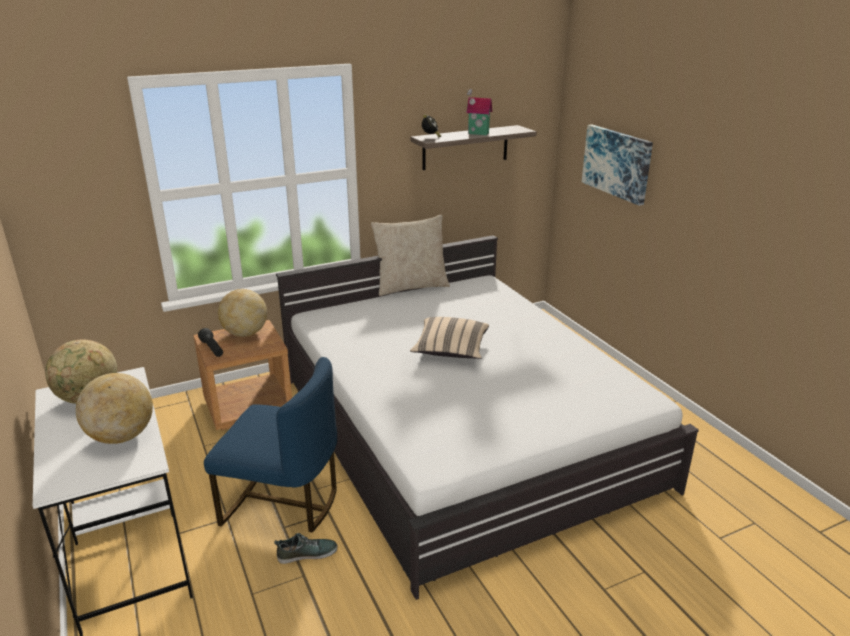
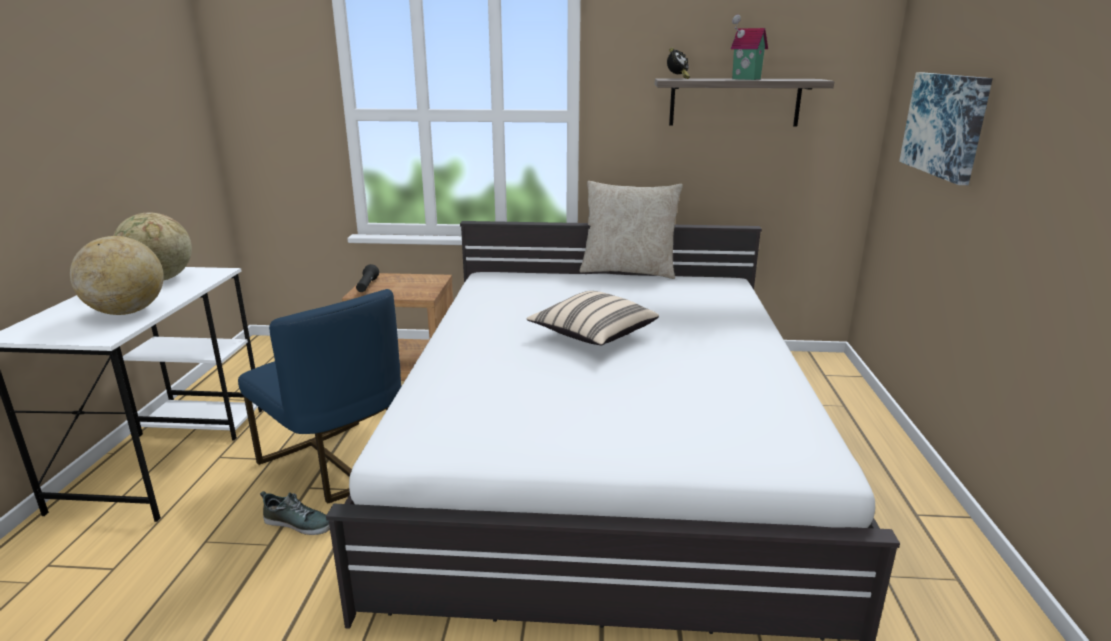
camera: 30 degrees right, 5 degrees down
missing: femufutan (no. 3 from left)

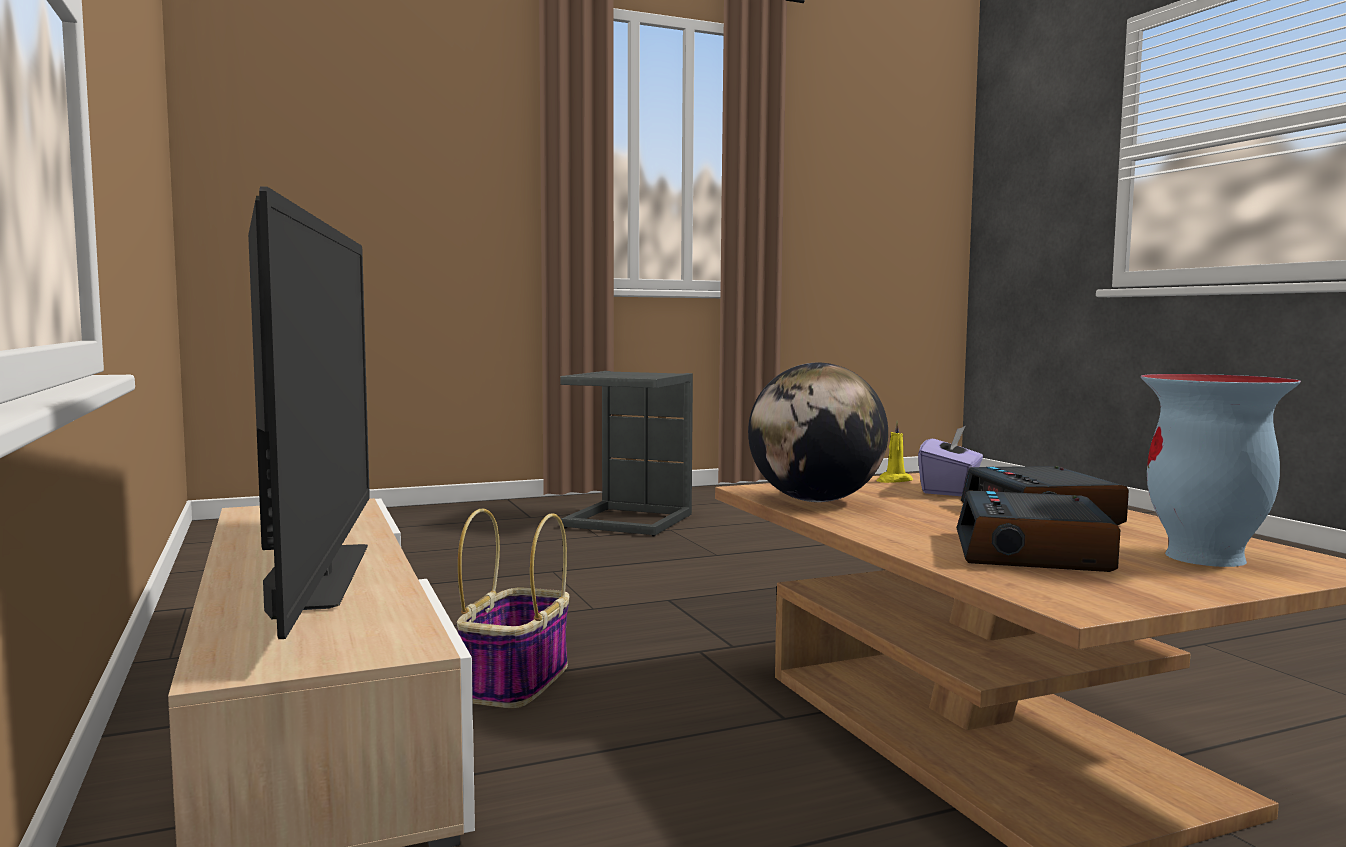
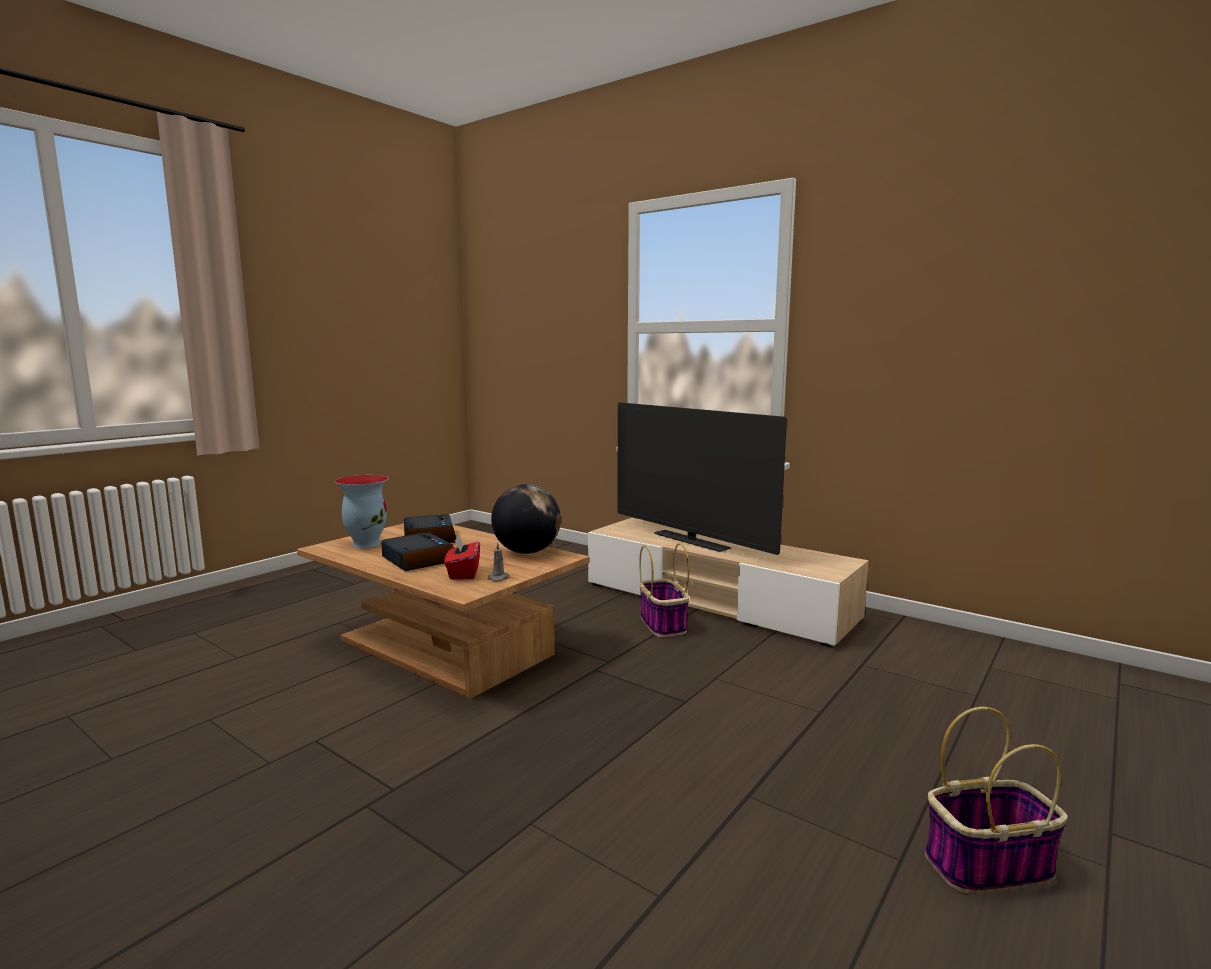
camera: 150 degrees right, 5 degrees up
exchanged: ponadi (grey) to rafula (no. 2 from left)
colour: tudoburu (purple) to tudoburu (red); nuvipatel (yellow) to nuvipatel (grey)

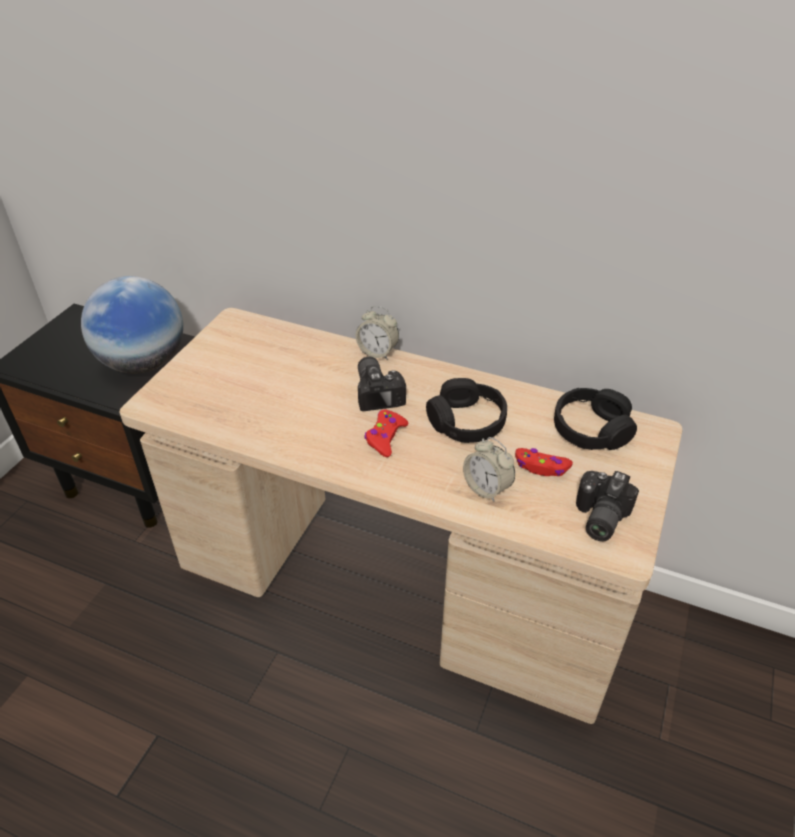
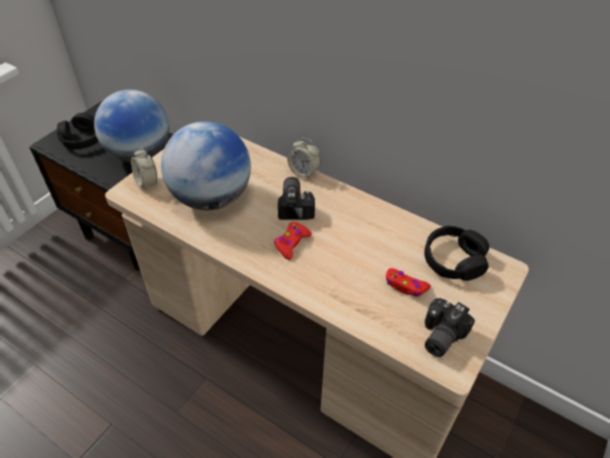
camera: 10 degrees right, 5 degrees up
appeared: femufutan (no. 2 from left)
relocated: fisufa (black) (no. 1 from left); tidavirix (no. 2 from left in the first image) to tidavirix (no. 1 from left)

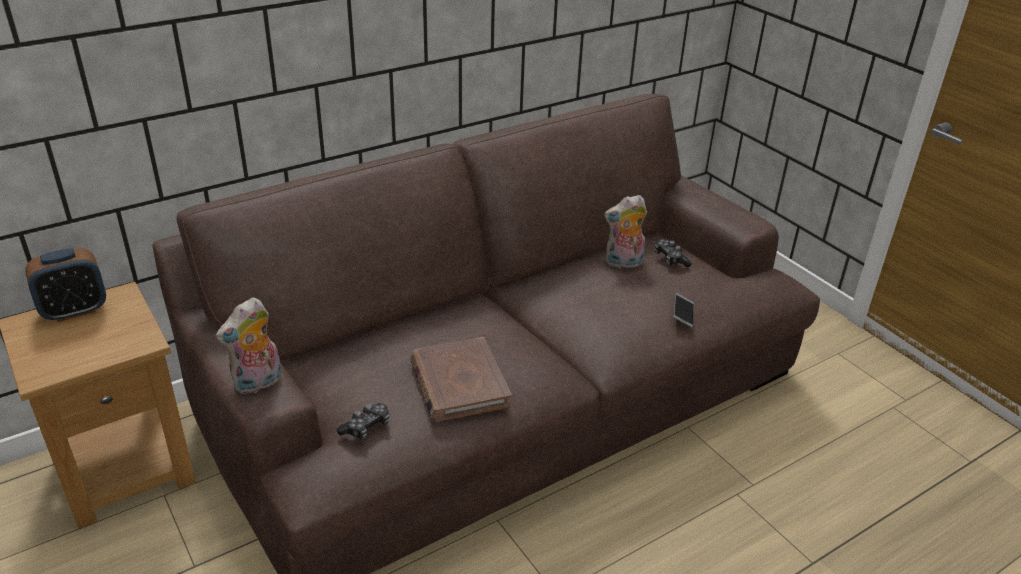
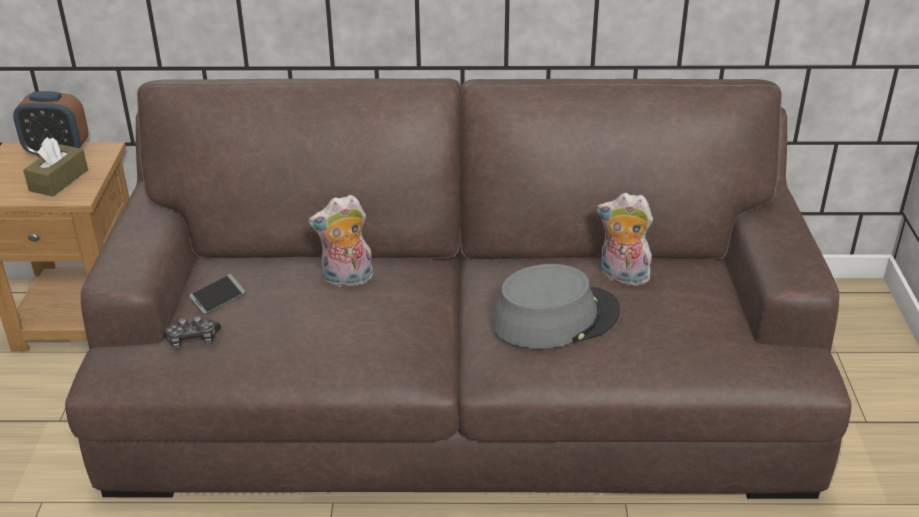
camera: 35 degrees right, 0 degrees up
missing: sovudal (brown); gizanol (no. 2 from left)
appeared: tudoburu (brown); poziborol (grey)
relocated: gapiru; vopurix (no. 1 from left)

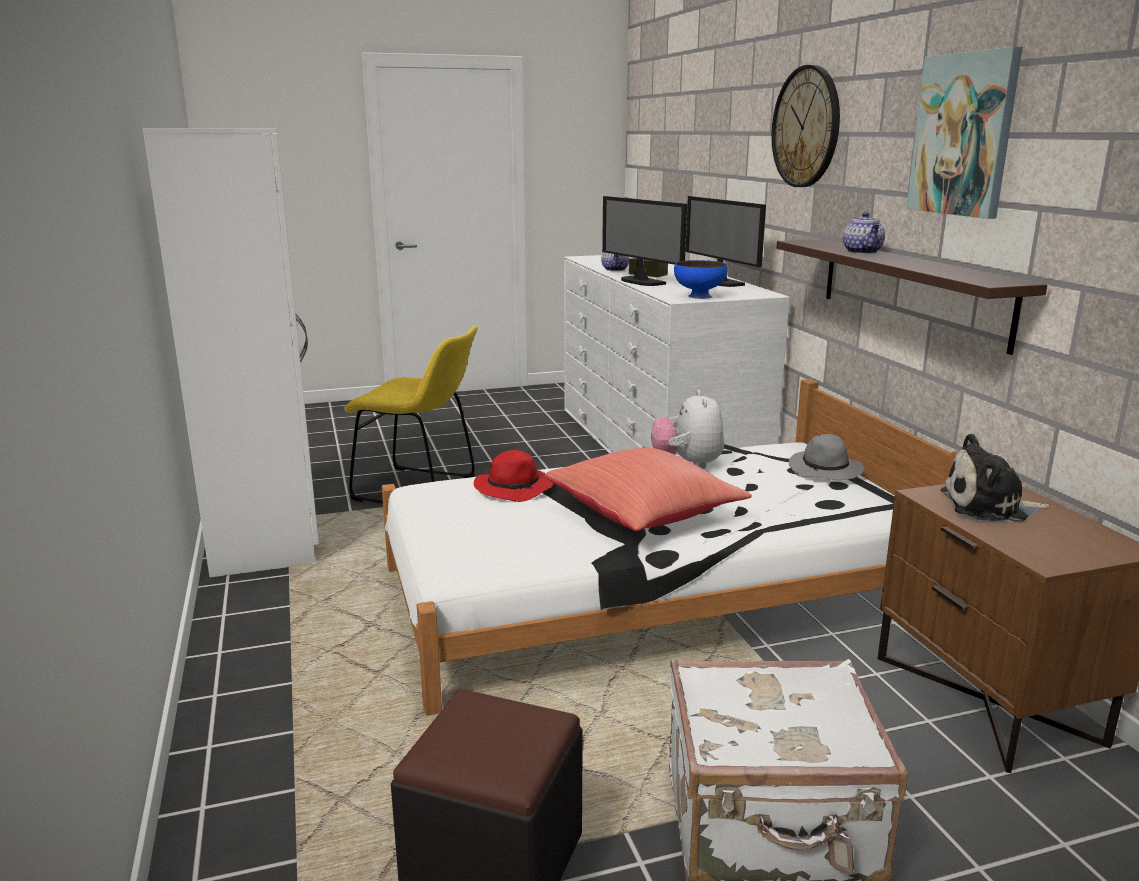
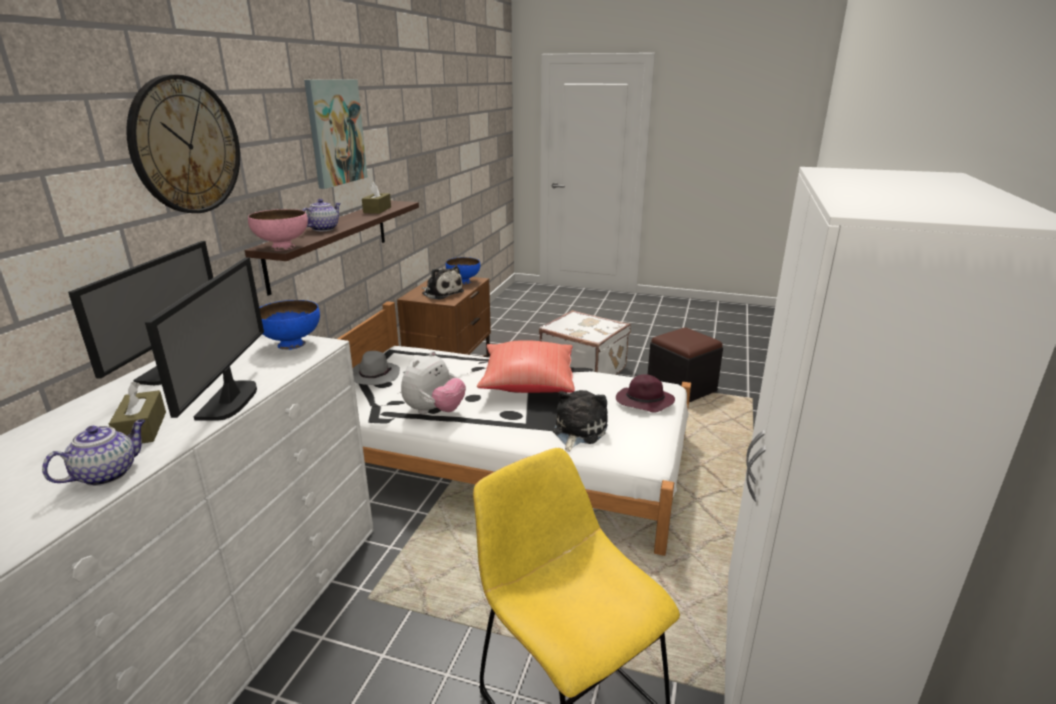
camera: 145 degrees left, 5 degrees up
appeared: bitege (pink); tudoburu (brown) (no. 2 from left); bitege (blue) (no. 2 from left); poziborol (purple)
exchanged: poziborol (red) to vopurix (no. 3 from left)

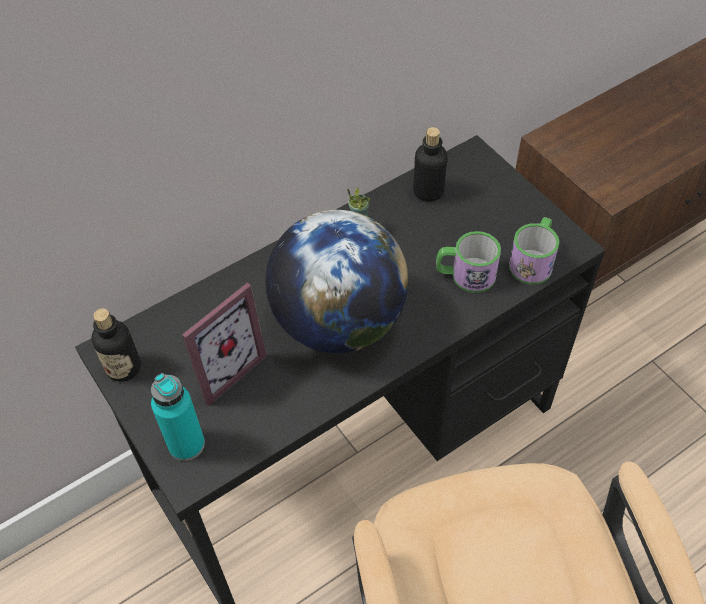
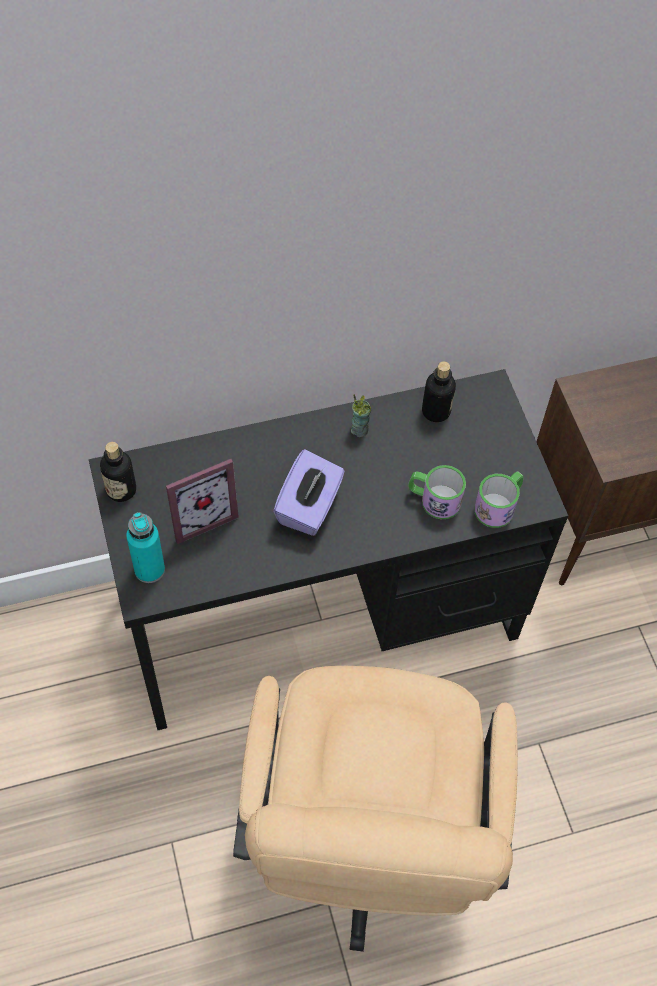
camera: 15 degrees right, 5 degrees up
exchanged: femufutan to tudoburu (purple)

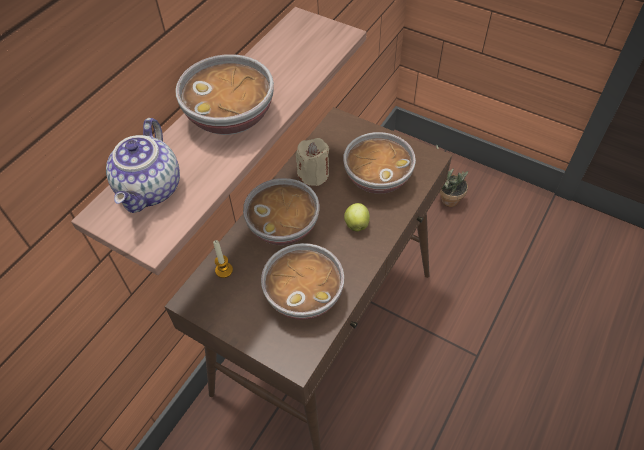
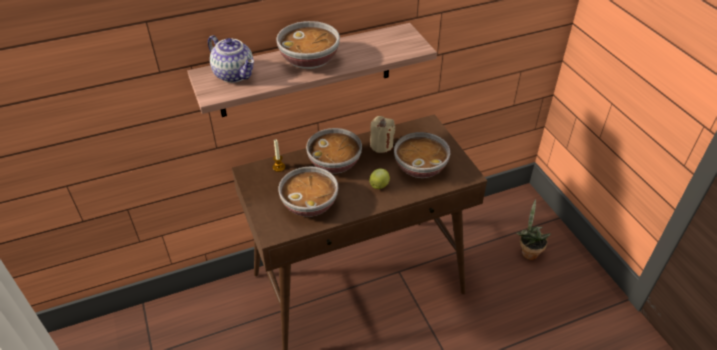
camera: 35 degrees right, 10 degrees down
spun: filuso 90 degrees counterclockwise

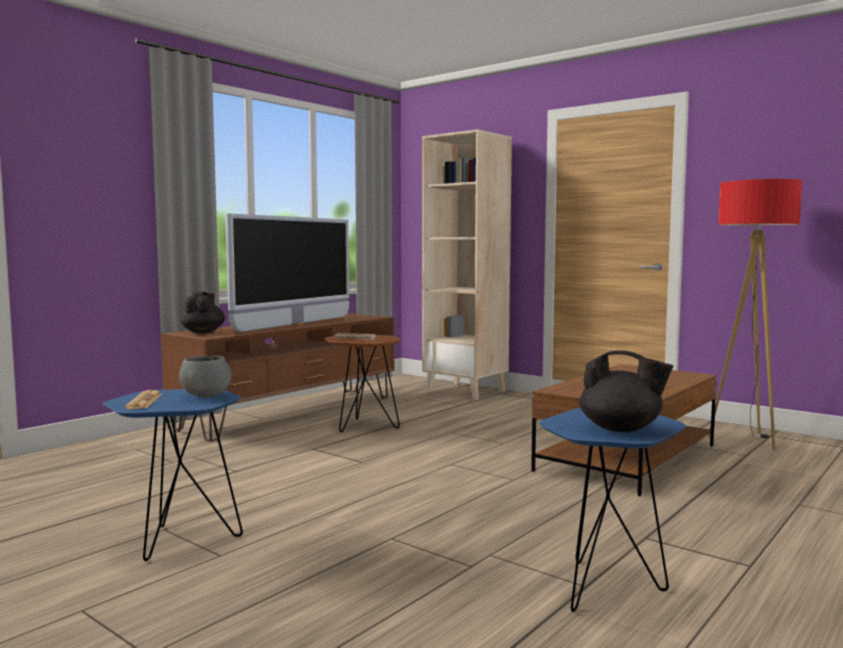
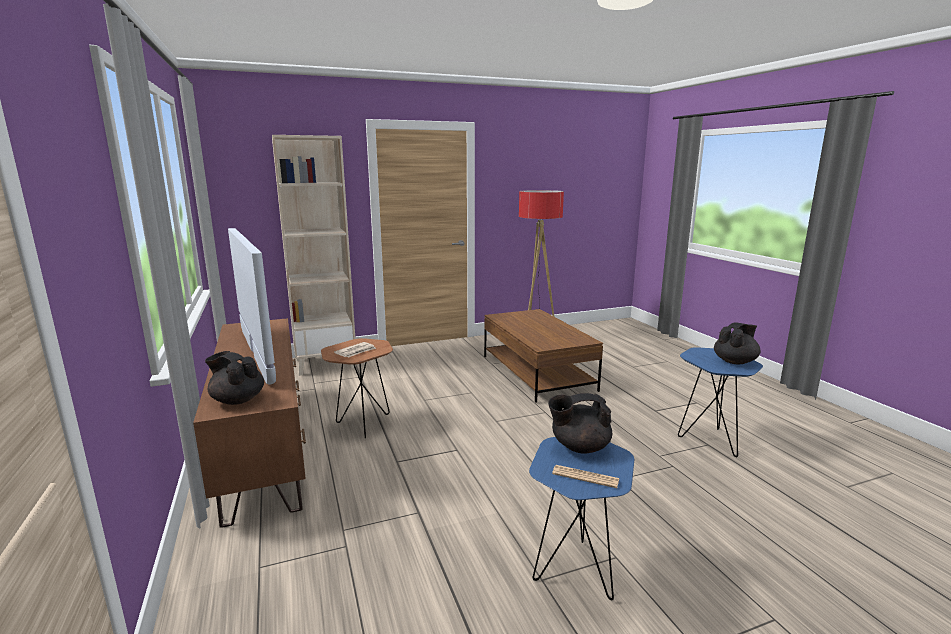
camera: 60 degrees left, 10 degrees up
exchanged: bitege (grey) to filuso (black) (no. 2 from left)

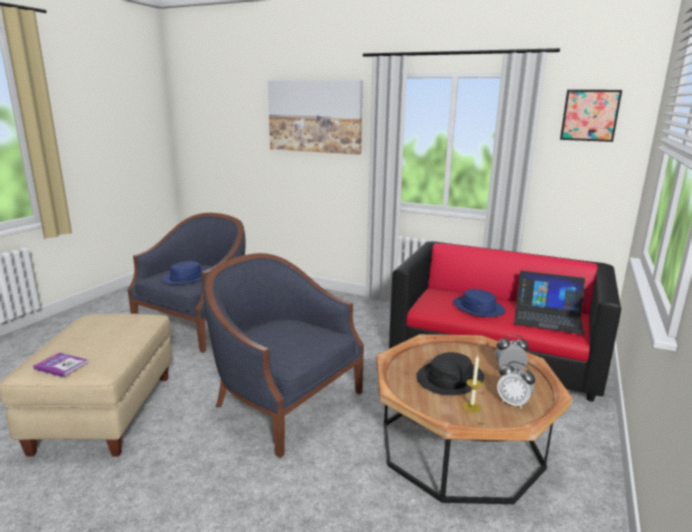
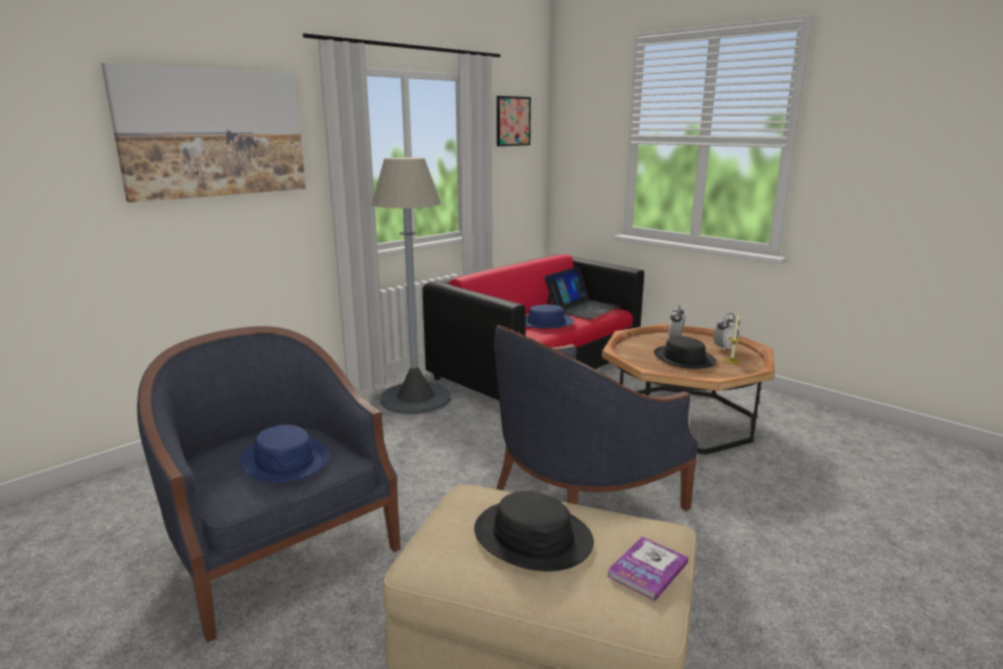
camera: 70 degrees left, 0 degrees up
appeared: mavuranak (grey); poziborol (black) (no. 1 from left)

